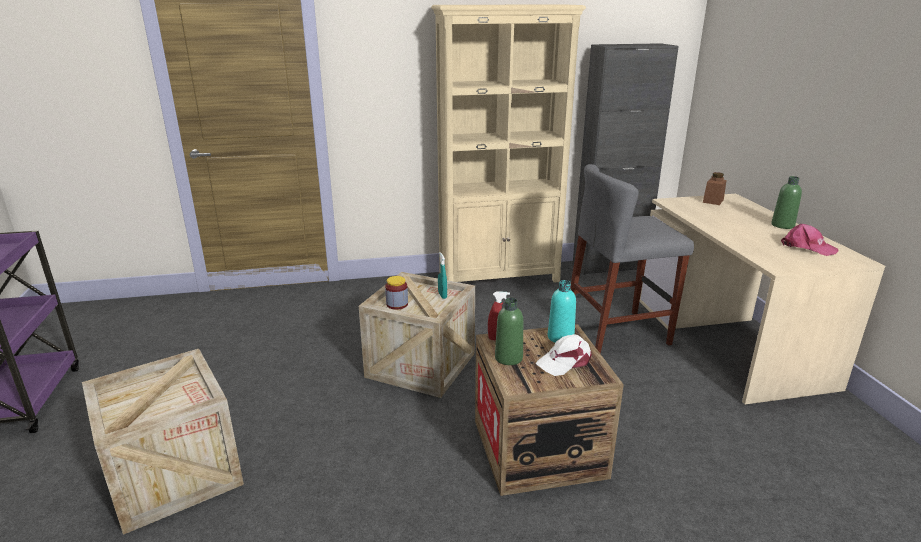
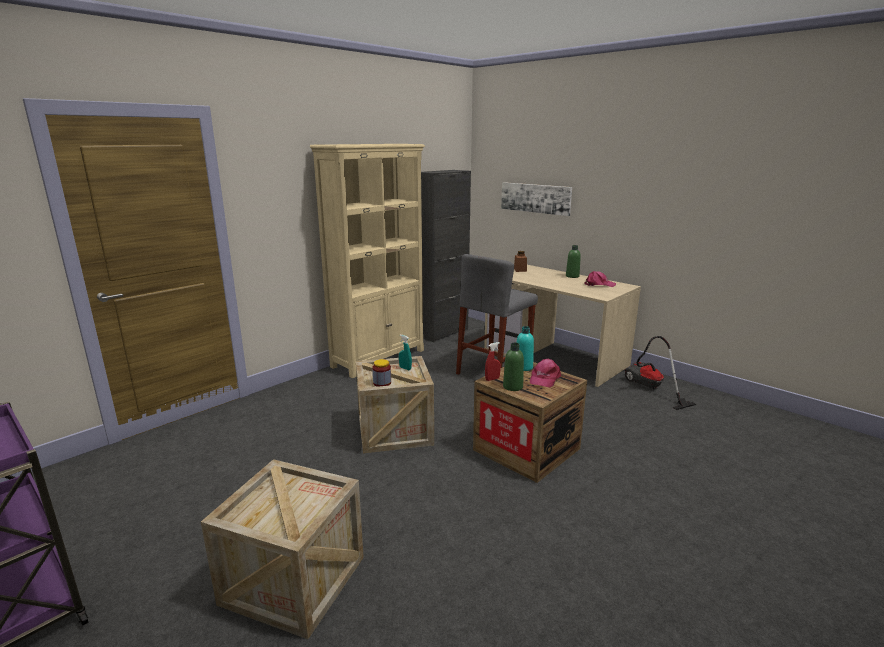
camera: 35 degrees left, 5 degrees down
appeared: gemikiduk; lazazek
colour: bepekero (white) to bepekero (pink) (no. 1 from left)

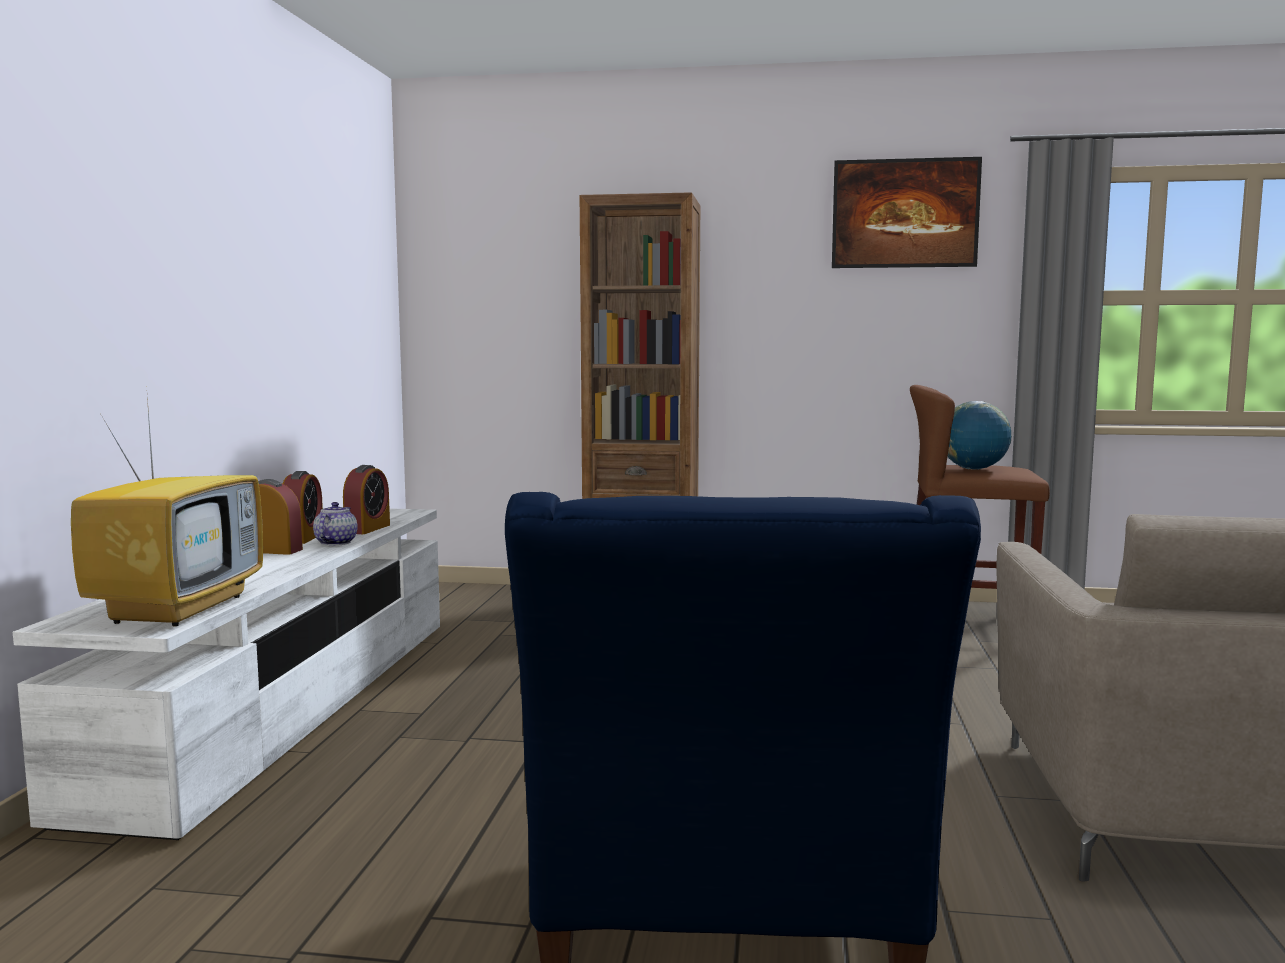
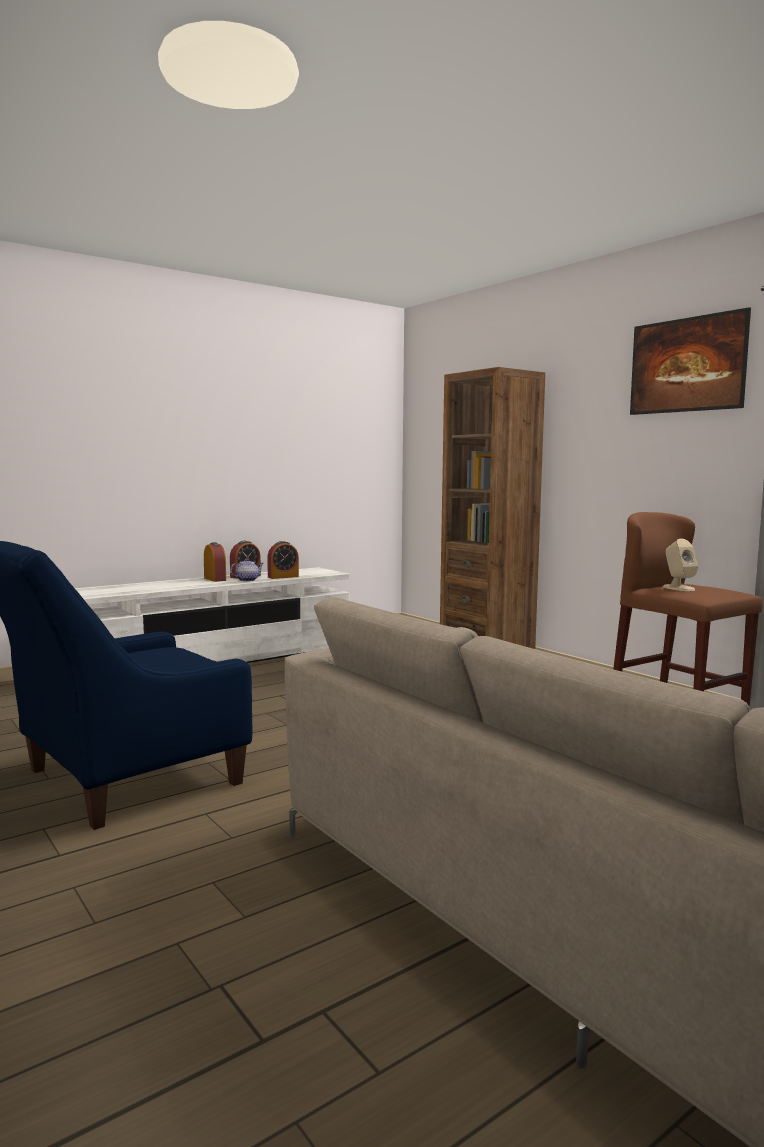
camera: 45 degrees right, 0 degrees up
missing: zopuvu
exchanged: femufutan to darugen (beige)

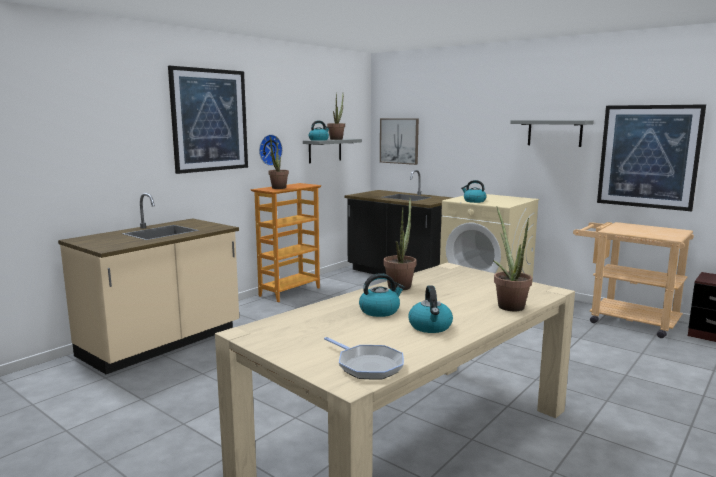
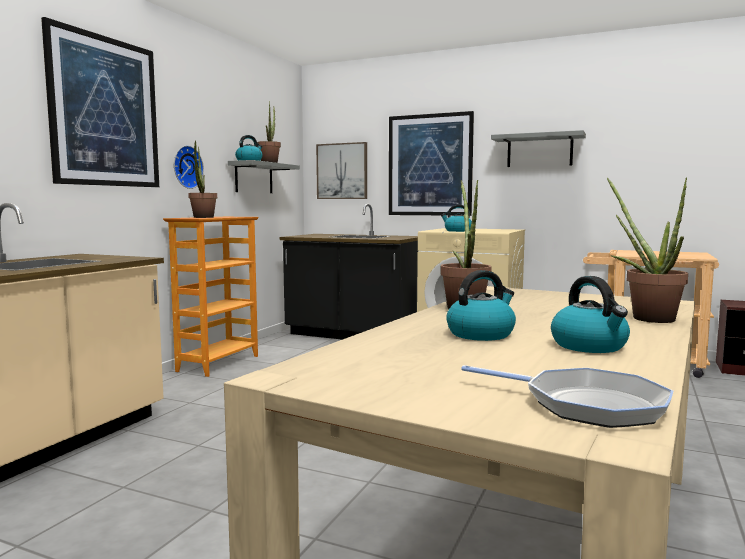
camera: 15 degrees left, 5 degrees down
relocated: gemikiduk (no. 3 from left)

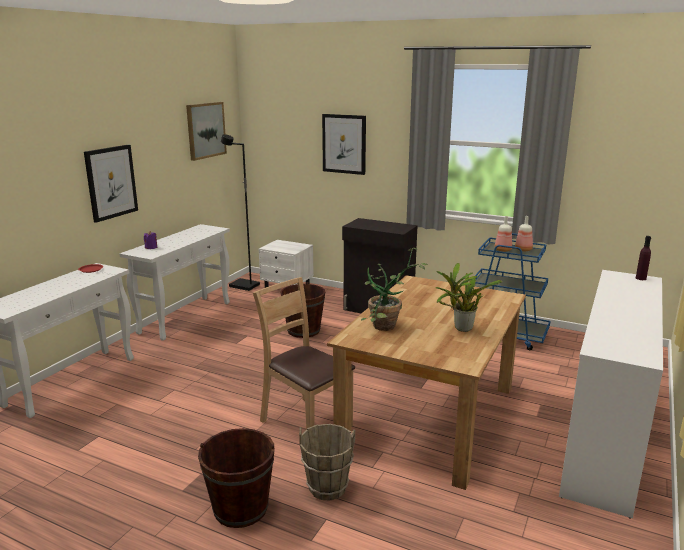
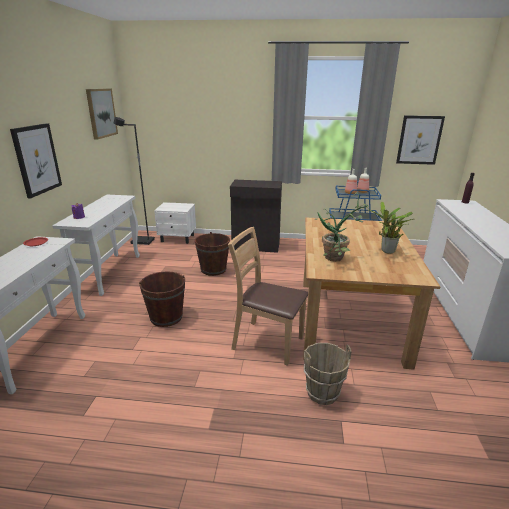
camera: 20 degrees left, 5 degrees up
relocated: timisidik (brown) (no. 1 from left); gemikiduk (no. 3 from left)

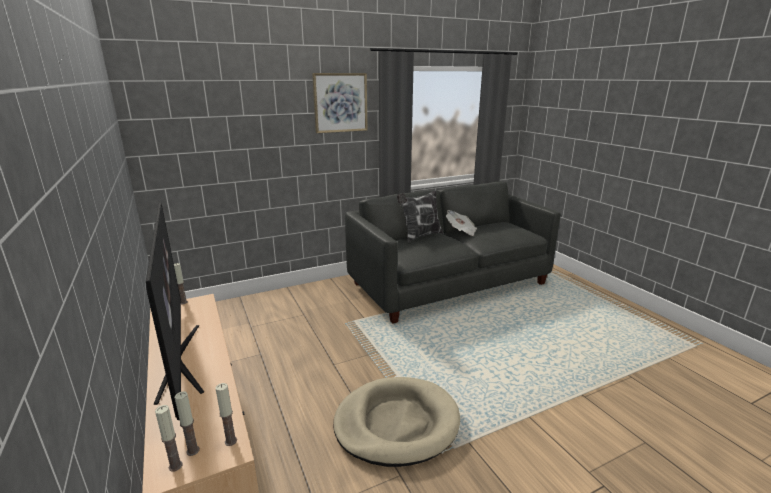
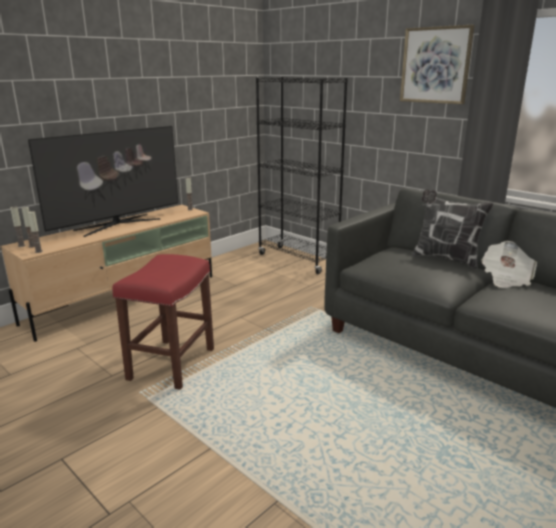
camera: 70 degrees right, 0 degrees up
appeared: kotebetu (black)
exchanged: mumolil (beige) to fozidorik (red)

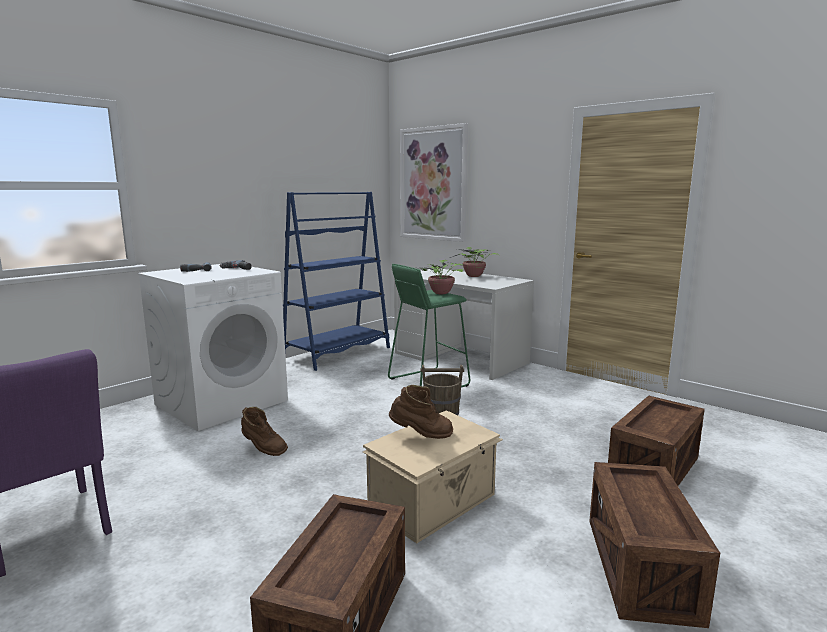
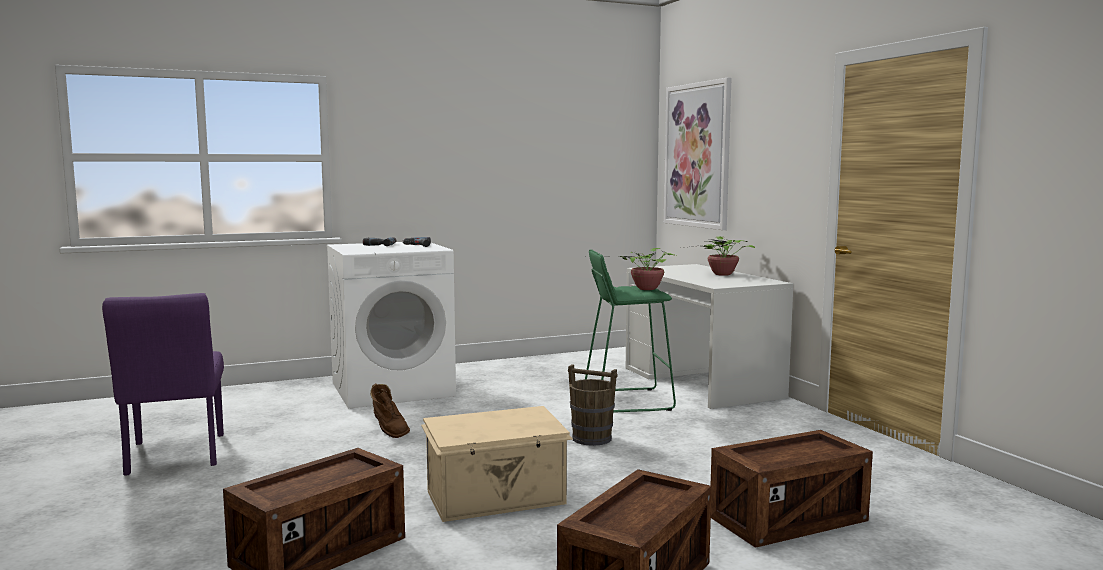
camera: 25 degrees right, 5 degrees down
missing: kotebetu (blue); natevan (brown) (no. 2 from left)

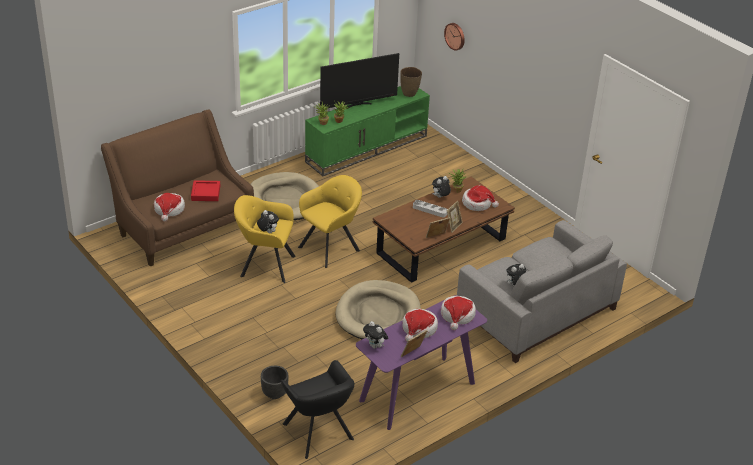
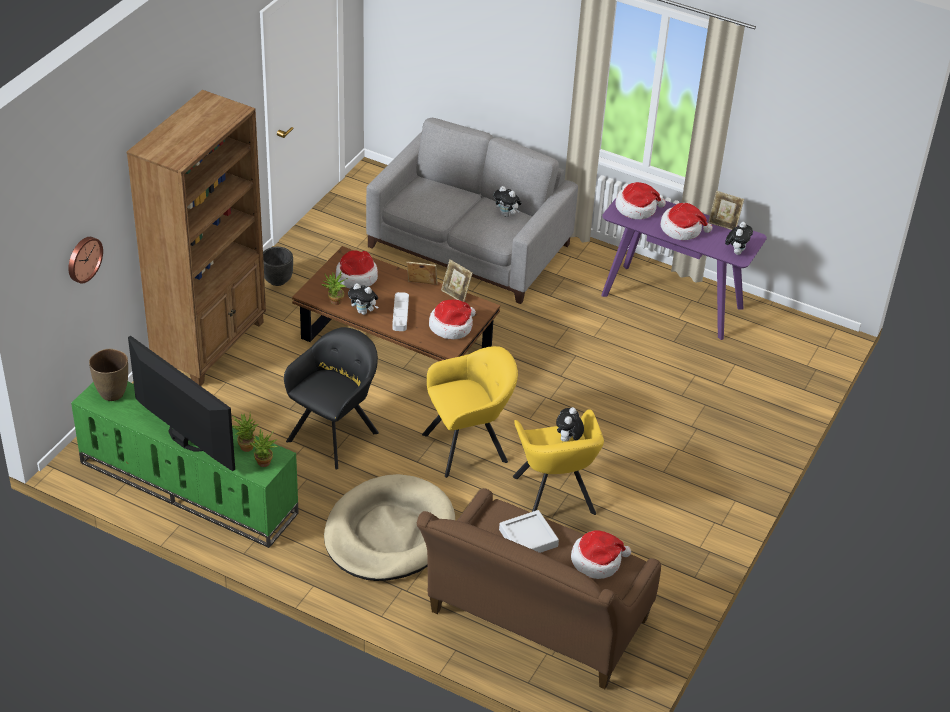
camera: 115 degrees left, 5 degrees up
missing: mumolil (beige) (no. 2 from left)
appeared: kotebetu (brown); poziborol (no. 2 from left)
relocated: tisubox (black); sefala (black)
colour: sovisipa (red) to sovisipa (grey) (no. 2 from left)
spun: sefala (yellow) (no. 2 from left in the first image) 135 degrees clockwise

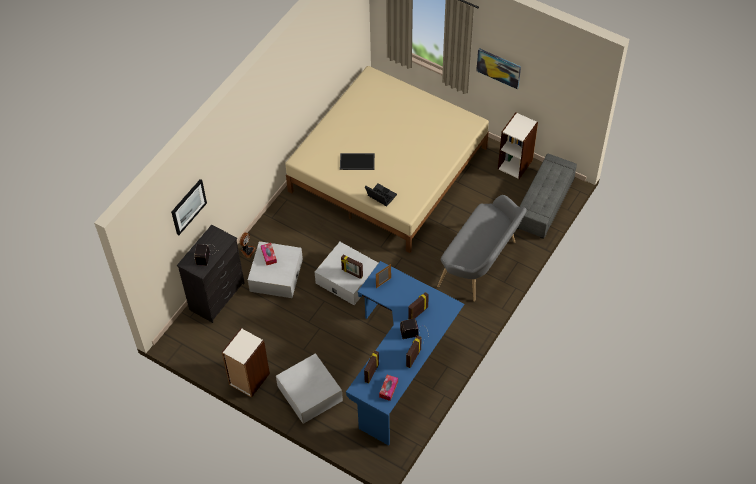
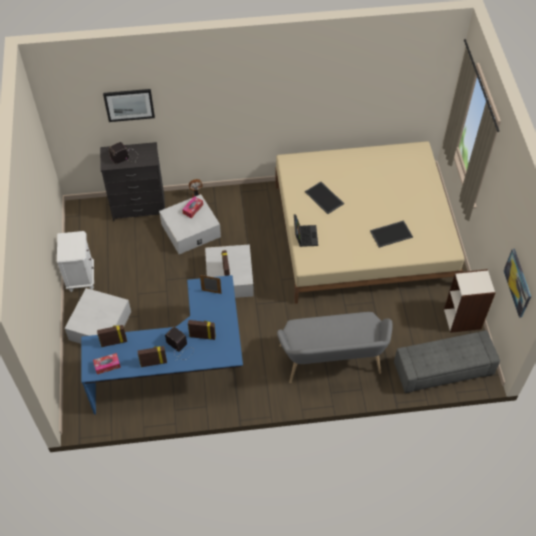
camera: 50 degrees right, 0 degrees up
appeared: sovisipa (no. 2 from left)
relocated: gemikiduk (no. 2 from left)
exchanged: kotebetu (no. 1 from left) to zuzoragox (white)

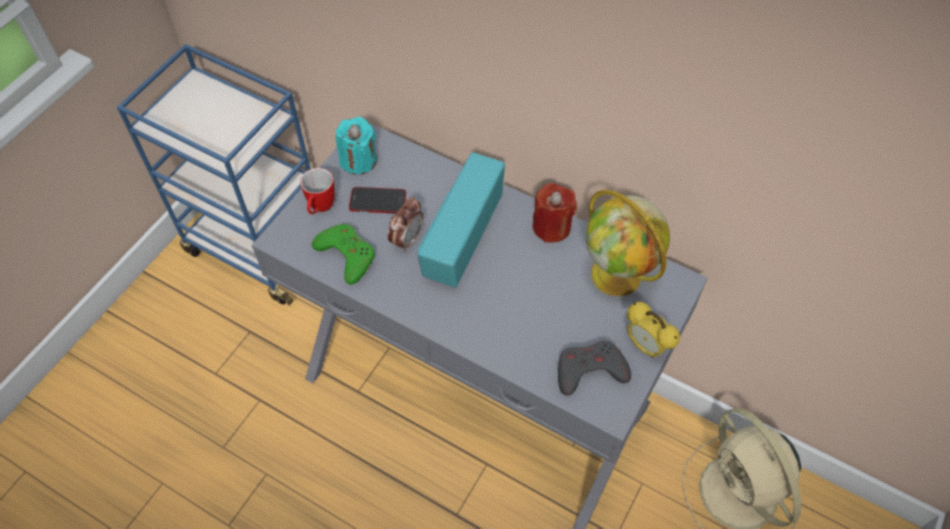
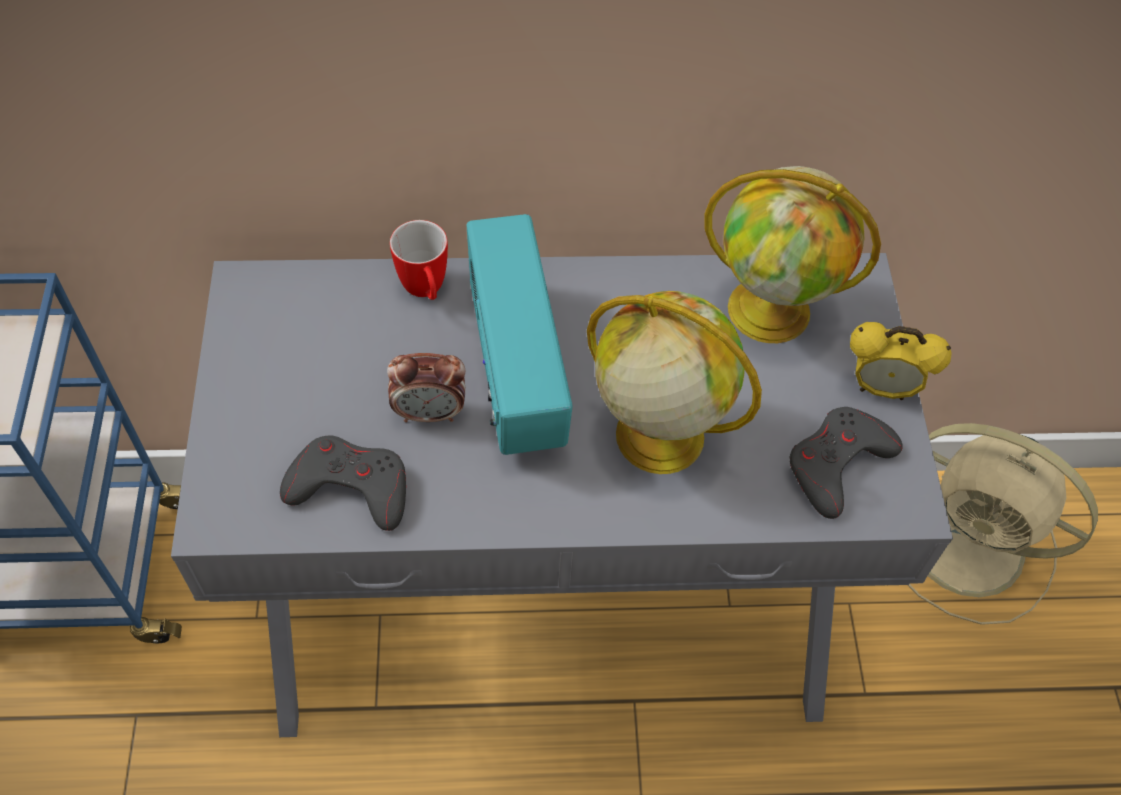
camera: 35 degrees left, 0 degrees up
missing: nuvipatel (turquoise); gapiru; nuvipatel (red)
appeared: femufutan (no. 1 from left)
relocated: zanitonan
colour: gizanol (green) to gizanol (grey) (no. 1 from left)
spun: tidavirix (no. 1 from left) 90 degrees clockwise

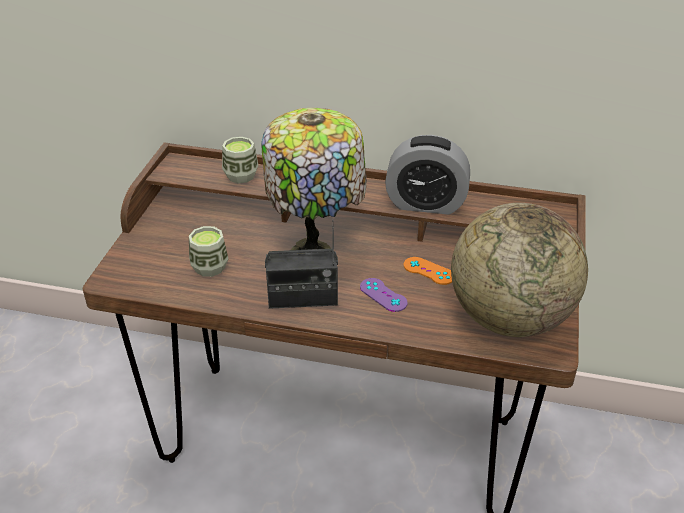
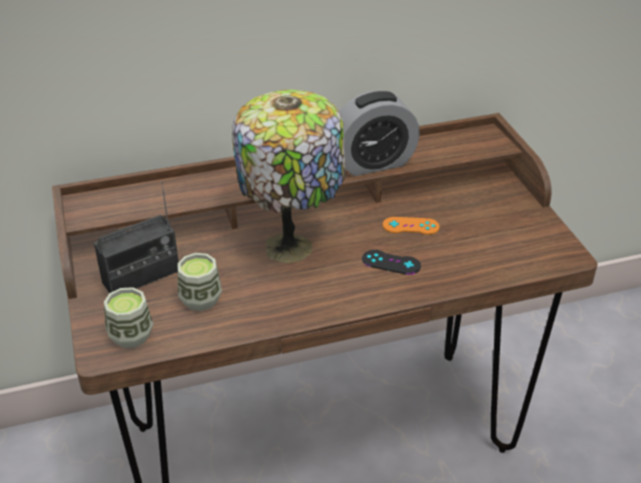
camera: 30 degrees left, 0 degrees up
missing: femufutan
relocated: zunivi; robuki (no. 2 from left in the first image) to robuki (no. 1 from left)
colour: gizanol (purple) to gizanol (black)

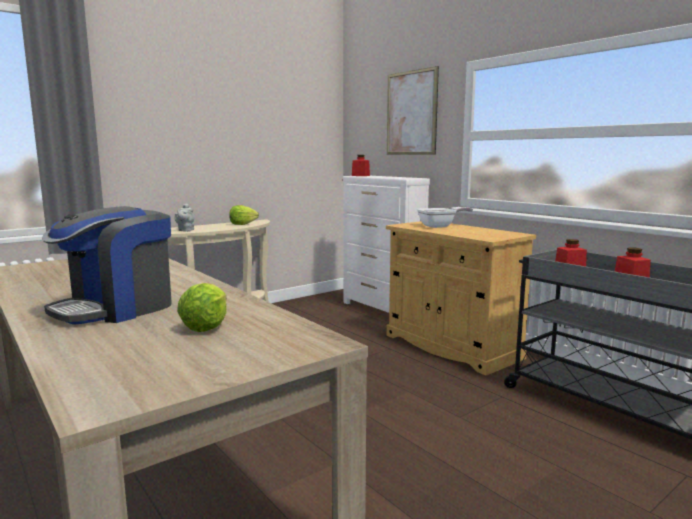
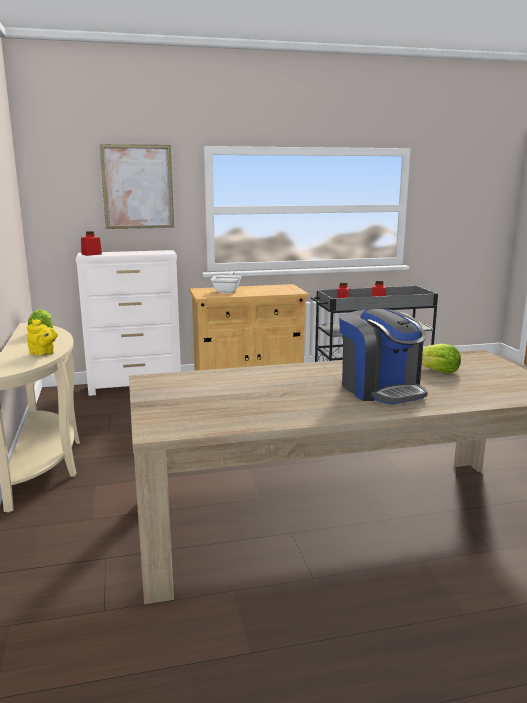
camera: 65 degrees left, 5 degrees up
colour: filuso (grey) to filuso (yellow)

